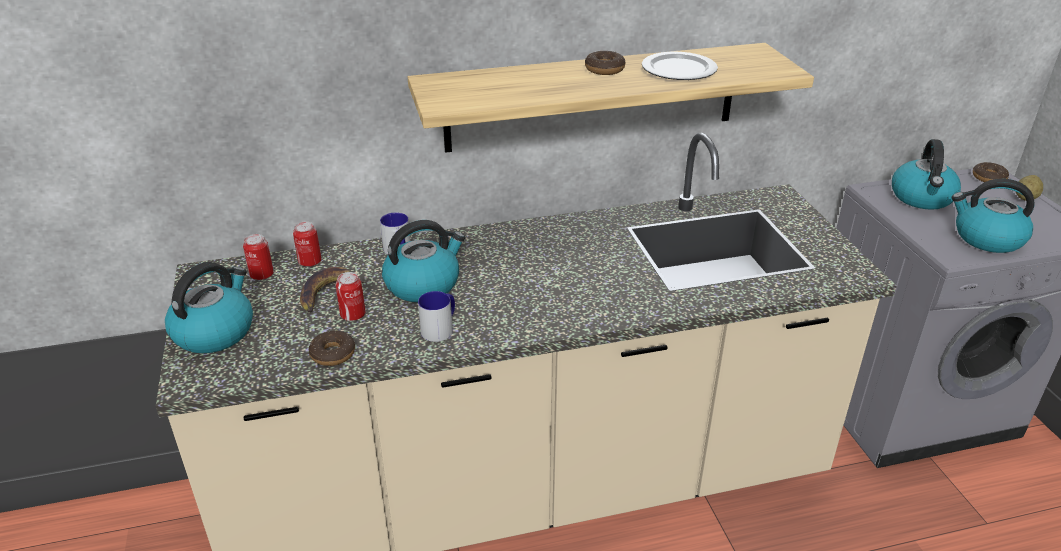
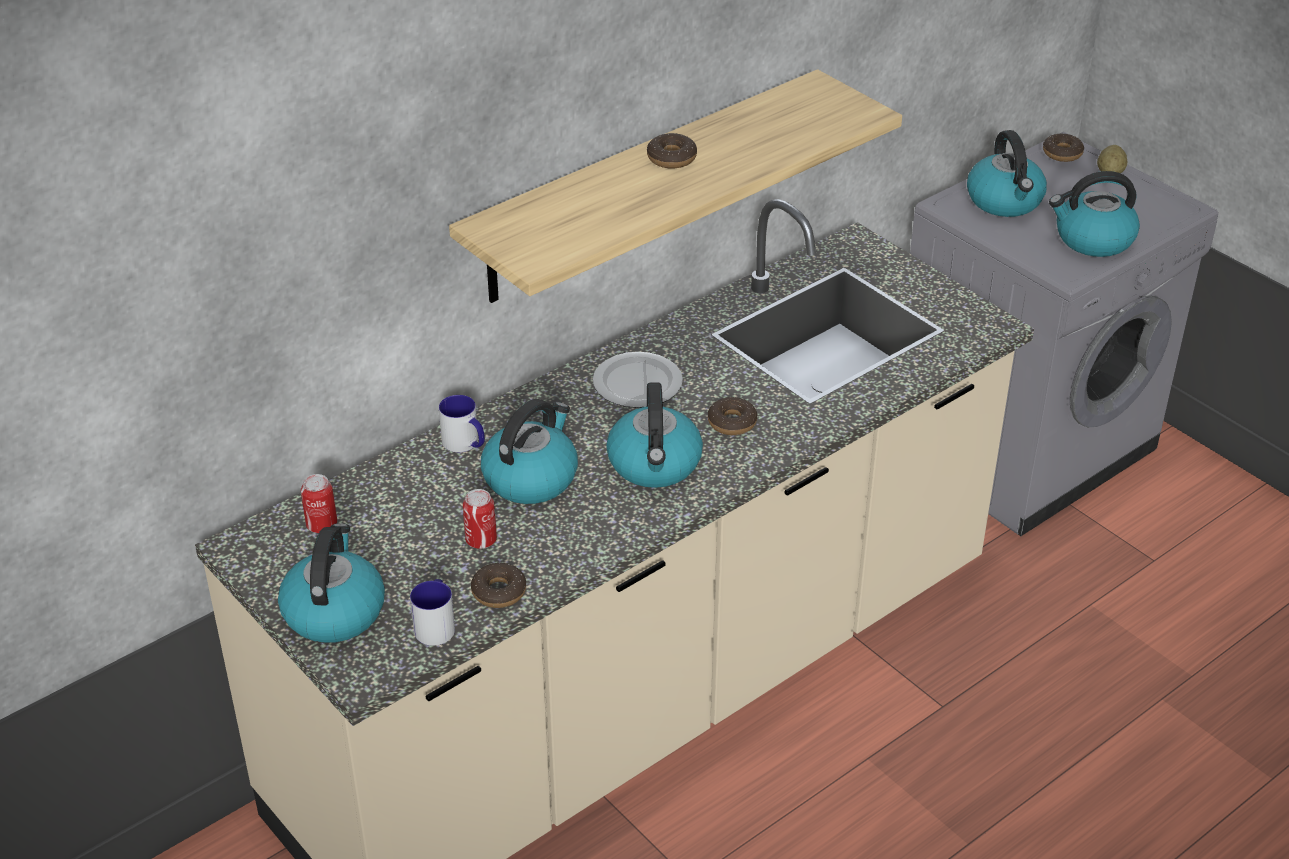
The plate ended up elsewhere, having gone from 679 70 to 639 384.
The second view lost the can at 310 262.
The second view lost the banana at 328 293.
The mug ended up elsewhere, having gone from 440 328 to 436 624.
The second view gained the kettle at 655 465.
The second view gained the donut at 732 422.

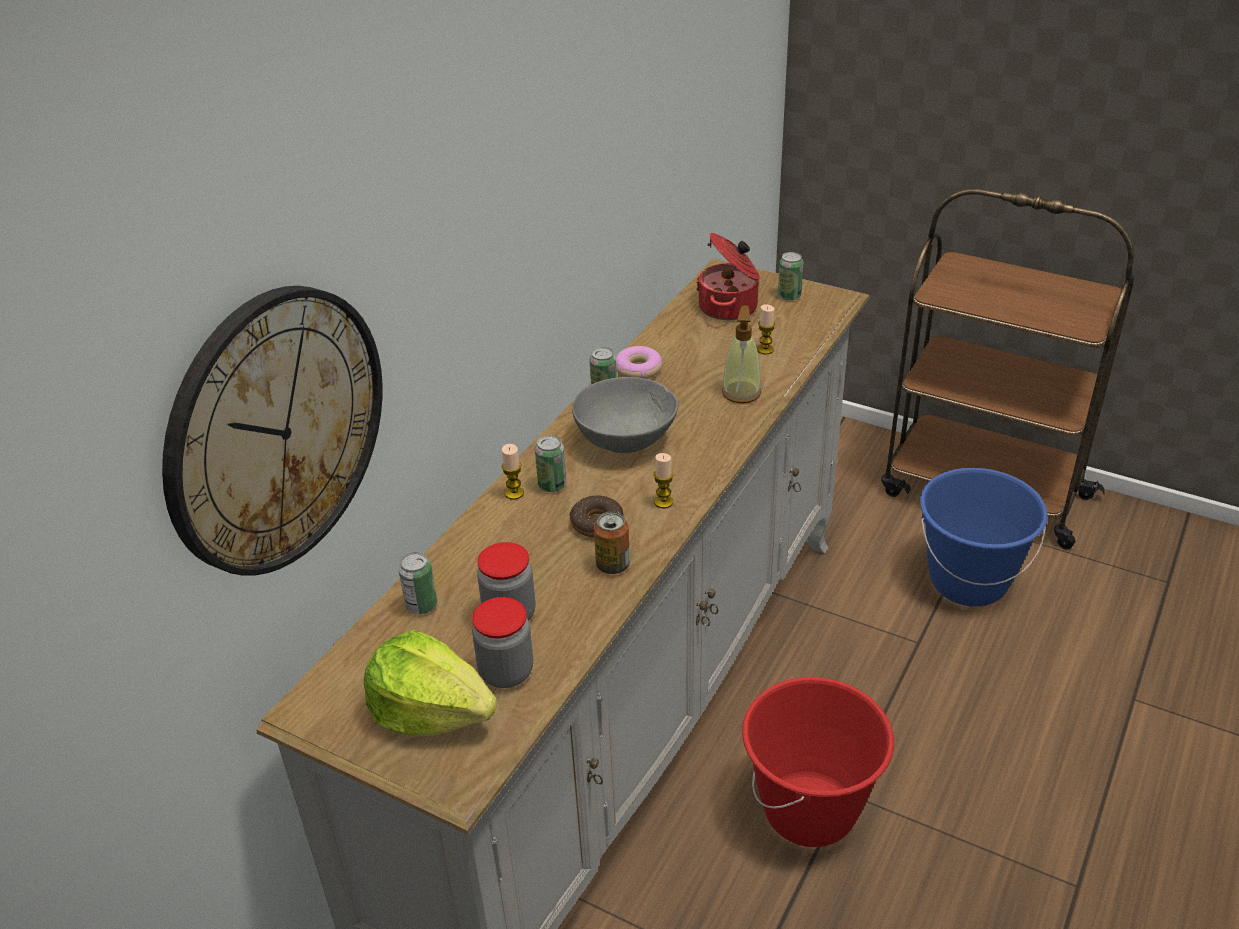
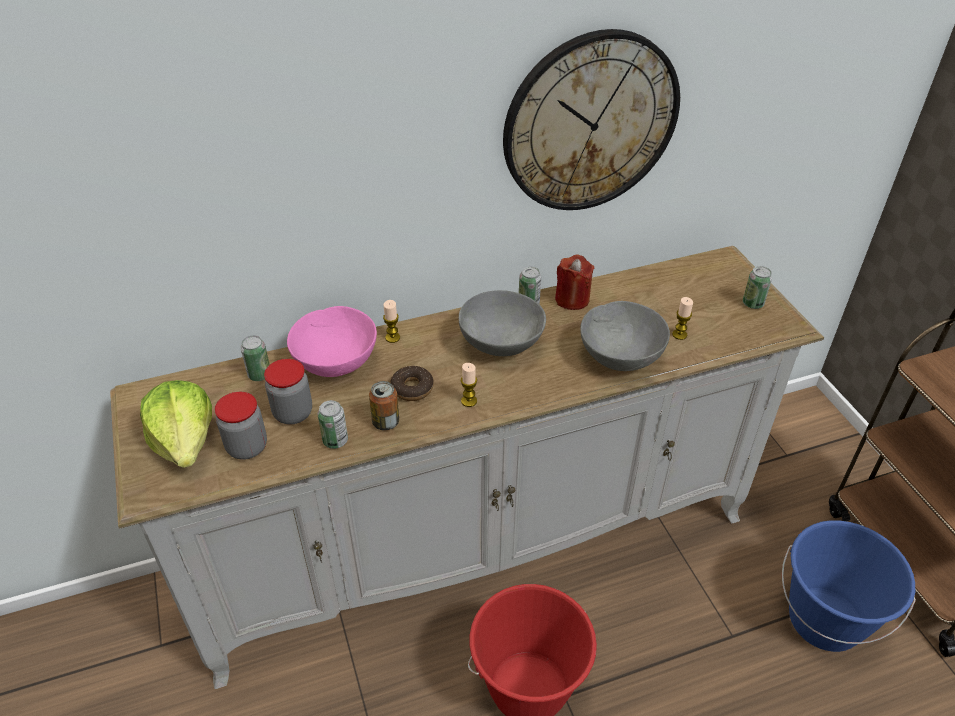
The second view lost the cooking pot at 730 307.
The wall clock ended up elsewhere, having gone from 276 430 to 590 123.
Where the soap dispenser stood at 741 392, the bowl in grey came to stand at 620 356.
Where the donut stood at 638 369, the candle in red came to stand at 572 299.
The can ended up elsewhere, having gone from 552 485 to 335 441.
The second view gained the bowl in pink at 335 362.

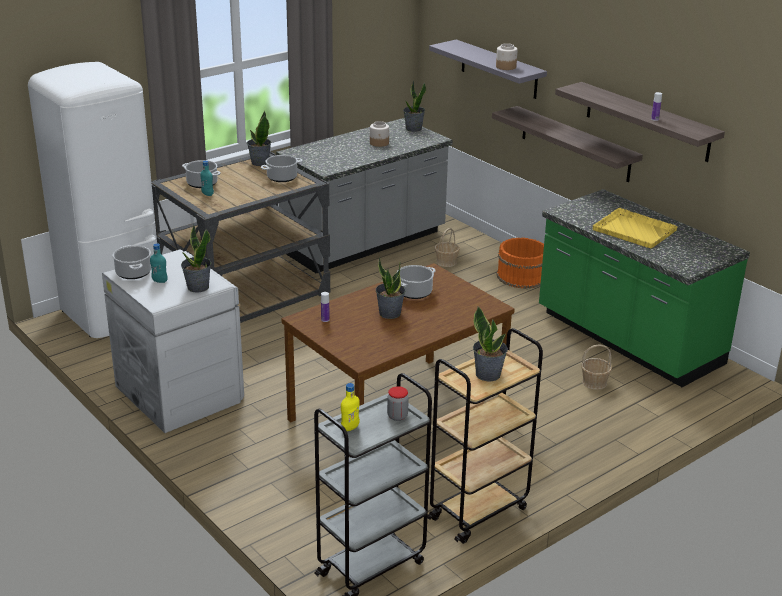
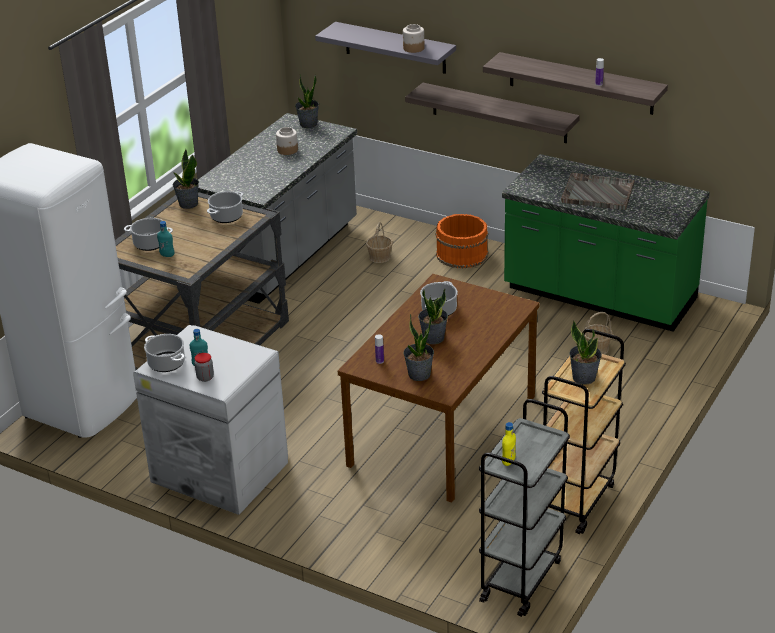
What was the tray in yellow at 633 229 turned into the tray in grey at 597 193.
The potted plant ended up elsewhere, having gone from 198 287 to 419 375.
The jar ended up elsewhere, having gone from 397 416 to 205 377.

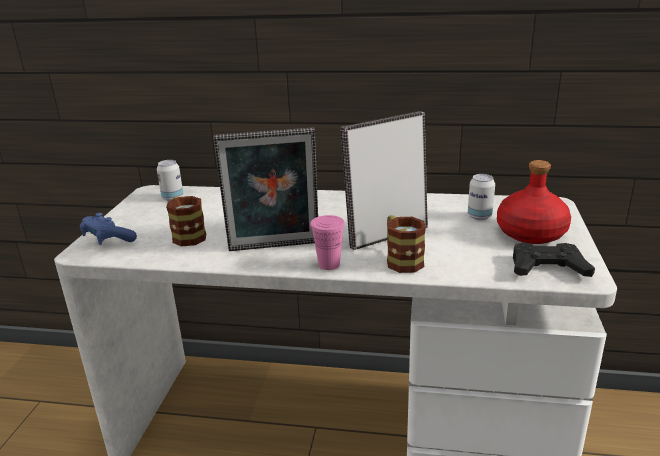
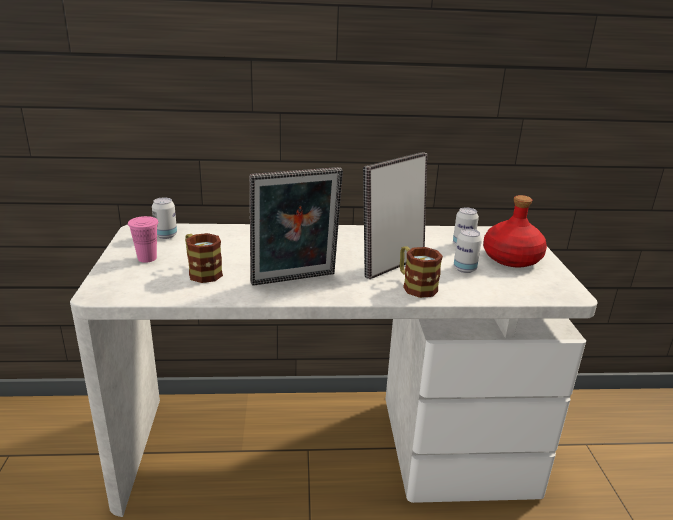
The second view lost the game controller in blue at 108 239.
The cup in pink ended up elsewhere, having gone from 329 264 to 147 258.
The second view lost the game controller in black at 547 268.
The second view gained the can at 464 269.

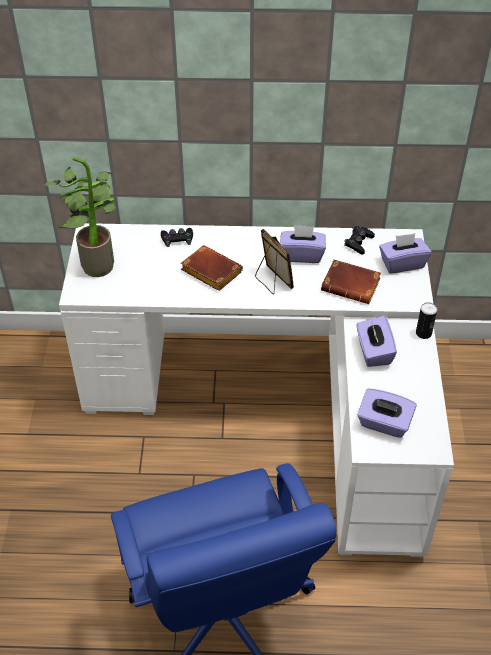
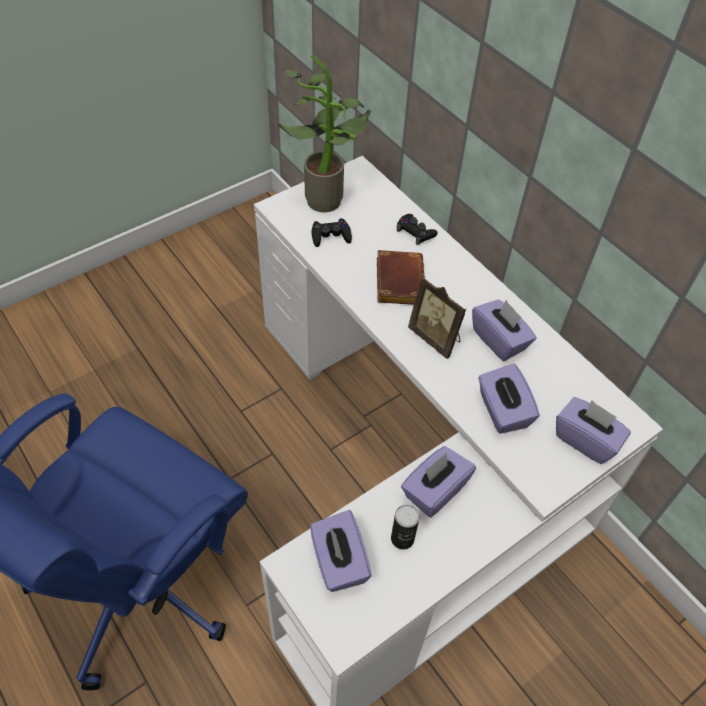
The game controller in black ended up elsewhere, having gone from 358 242 to 330 236.
The picture frame at 272 281 ended up facing another way, 120 degrees clockwise from before.
Where the book in brown stood at 352 285, the tissue box in purple came to stand at 502 411.
The can ended up elsewhere, having gone from 423 333 to 402 538.

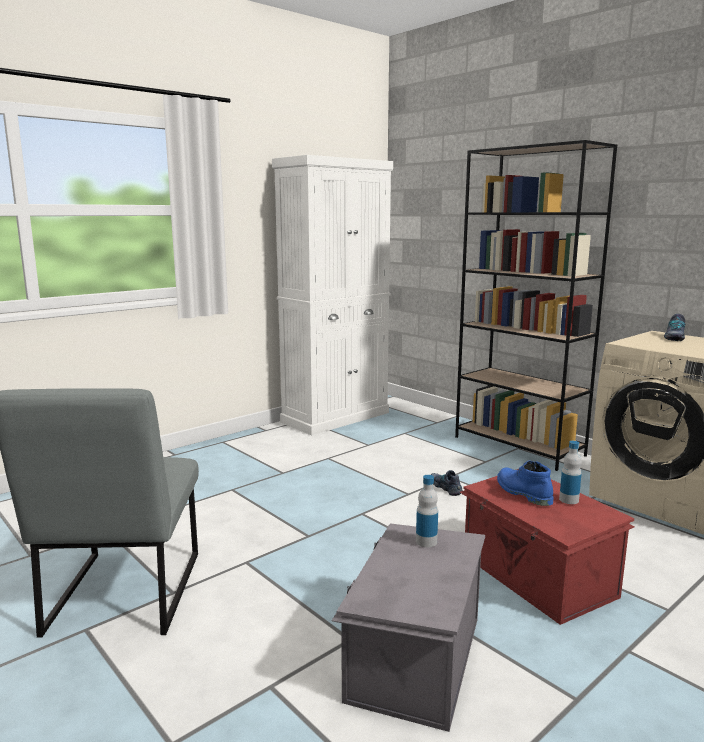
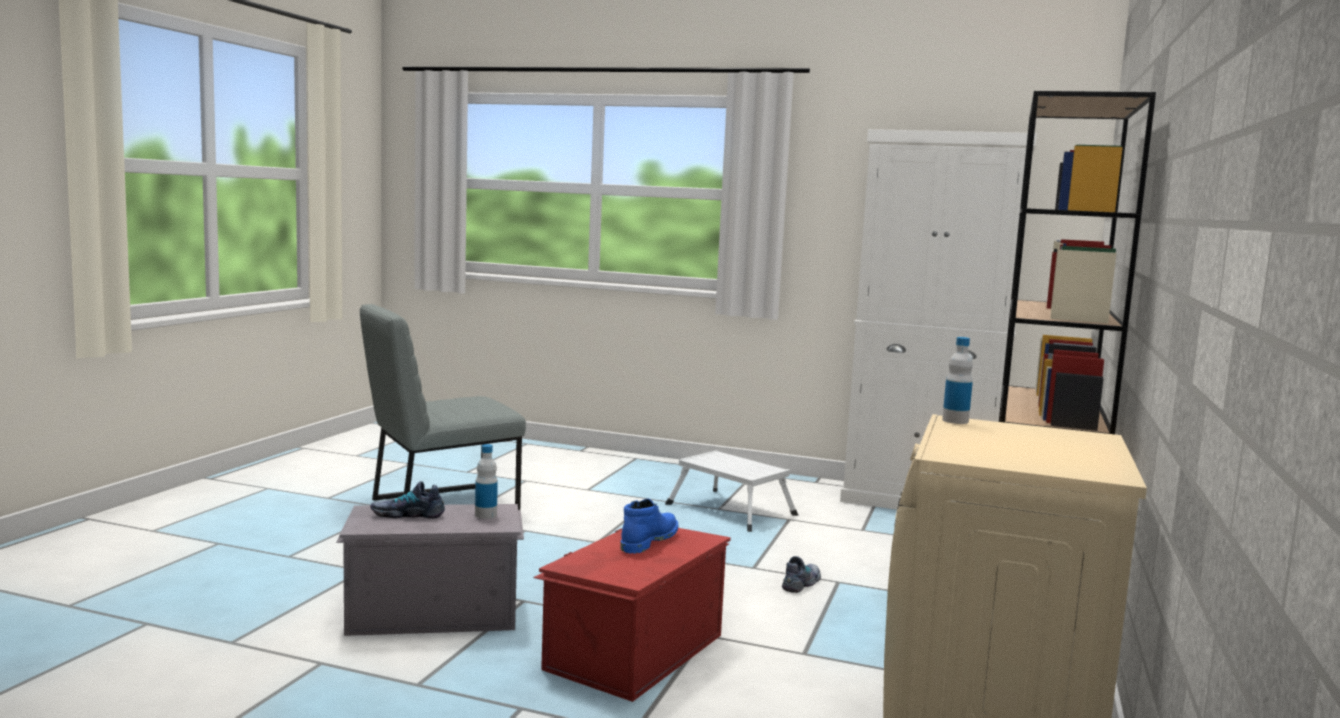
The shoe ended up elsewhere, having gone from 673 337 to 408 514.
The bottle ended up elsewhere, having gone from 569 500 to 955 421.
The second view gained the step ladder in white at 731 509.

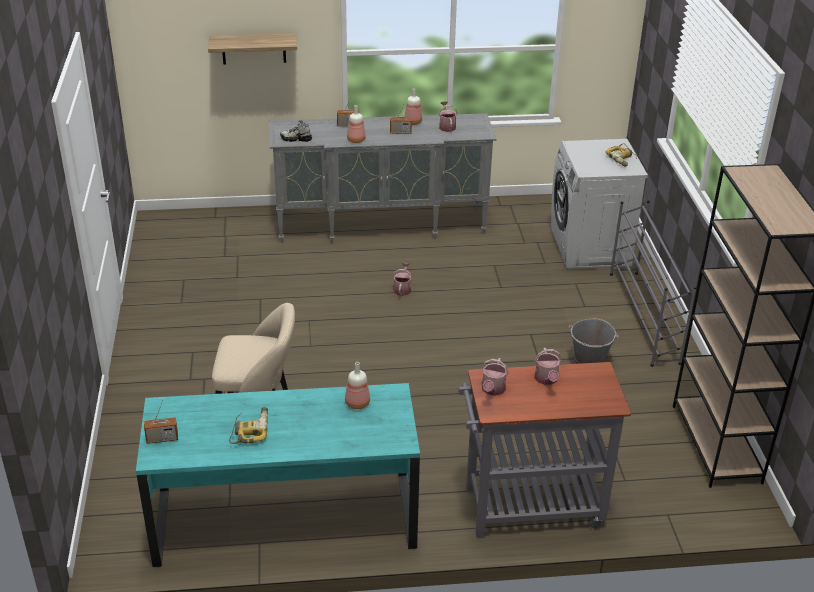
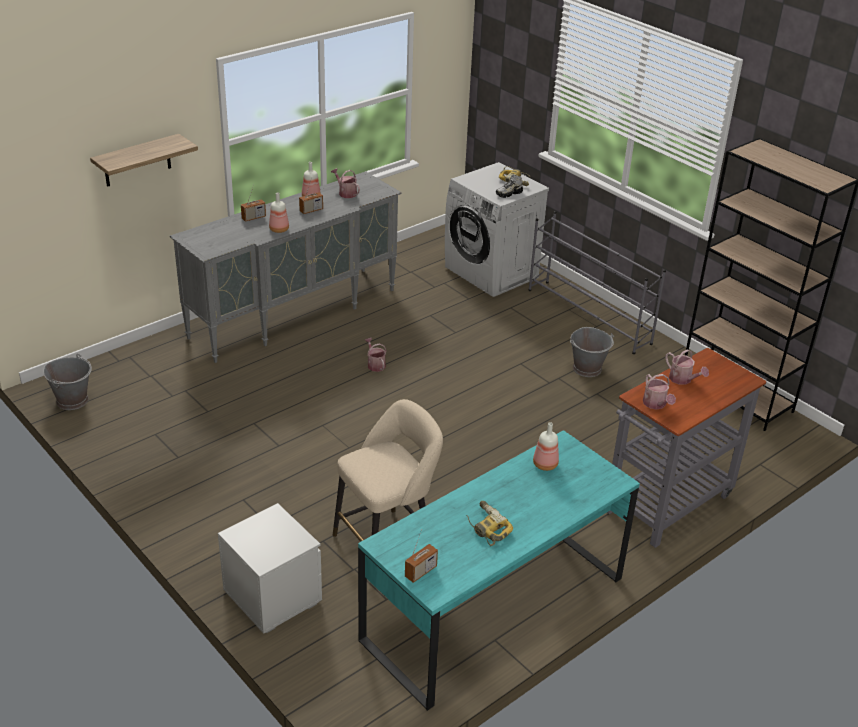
The shoe ended up elsewhere, having gone from 296 139 to 509 193.
The second view gained the bucket in grey at 73 400.
The second view gained the nightstand in white at 271 597.

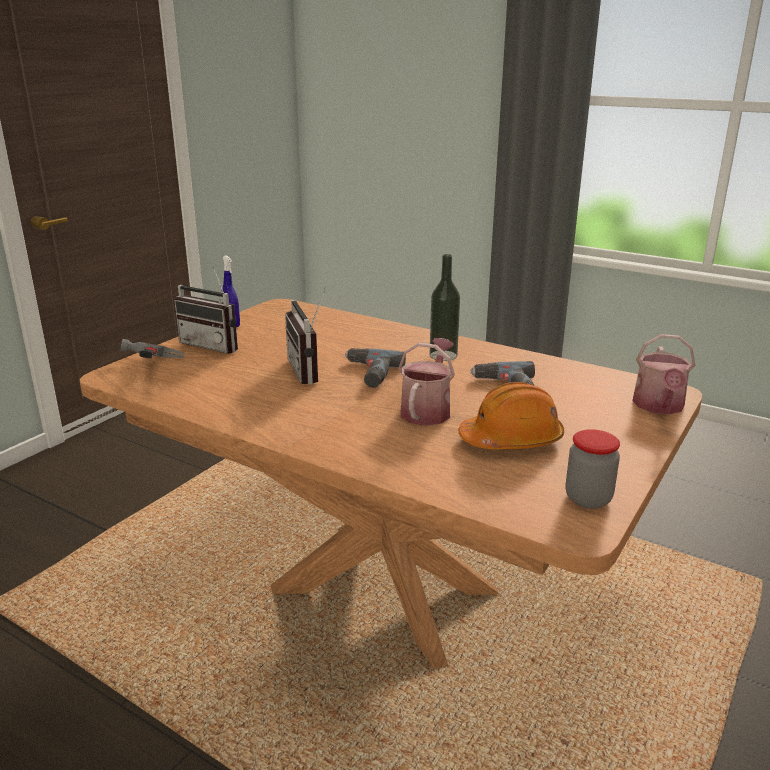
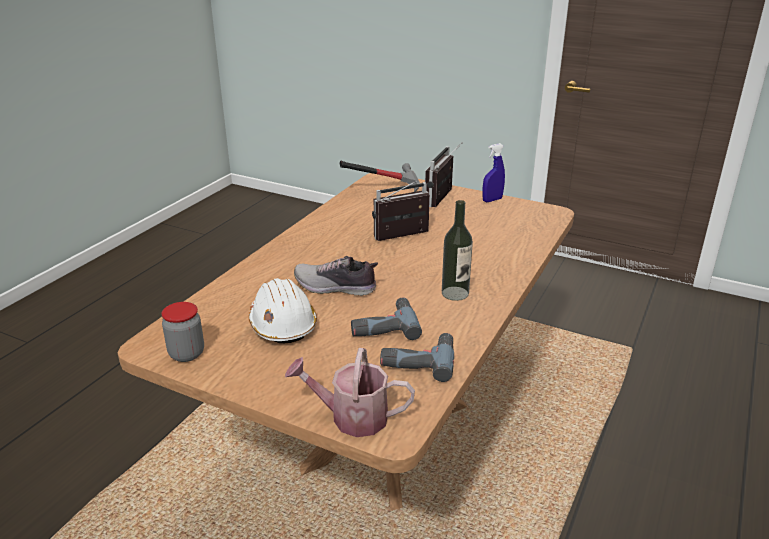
Where the watering can stood at 427 410, the shoe came to stand at 335 287.
The power drill ended up elsewhere, having gone from 368 374 to 418 359.
What was the hard hat in orange at 511 439 turned into the hard hat in white at 282 324.

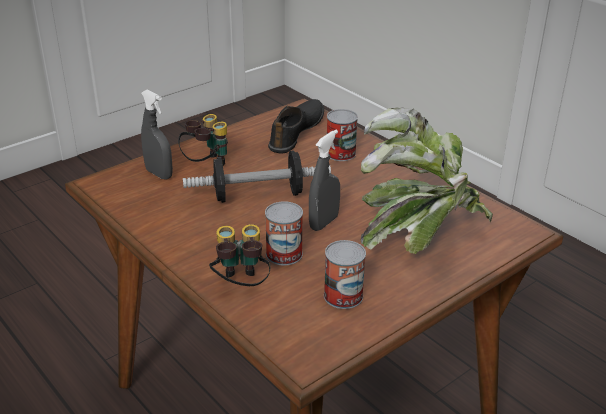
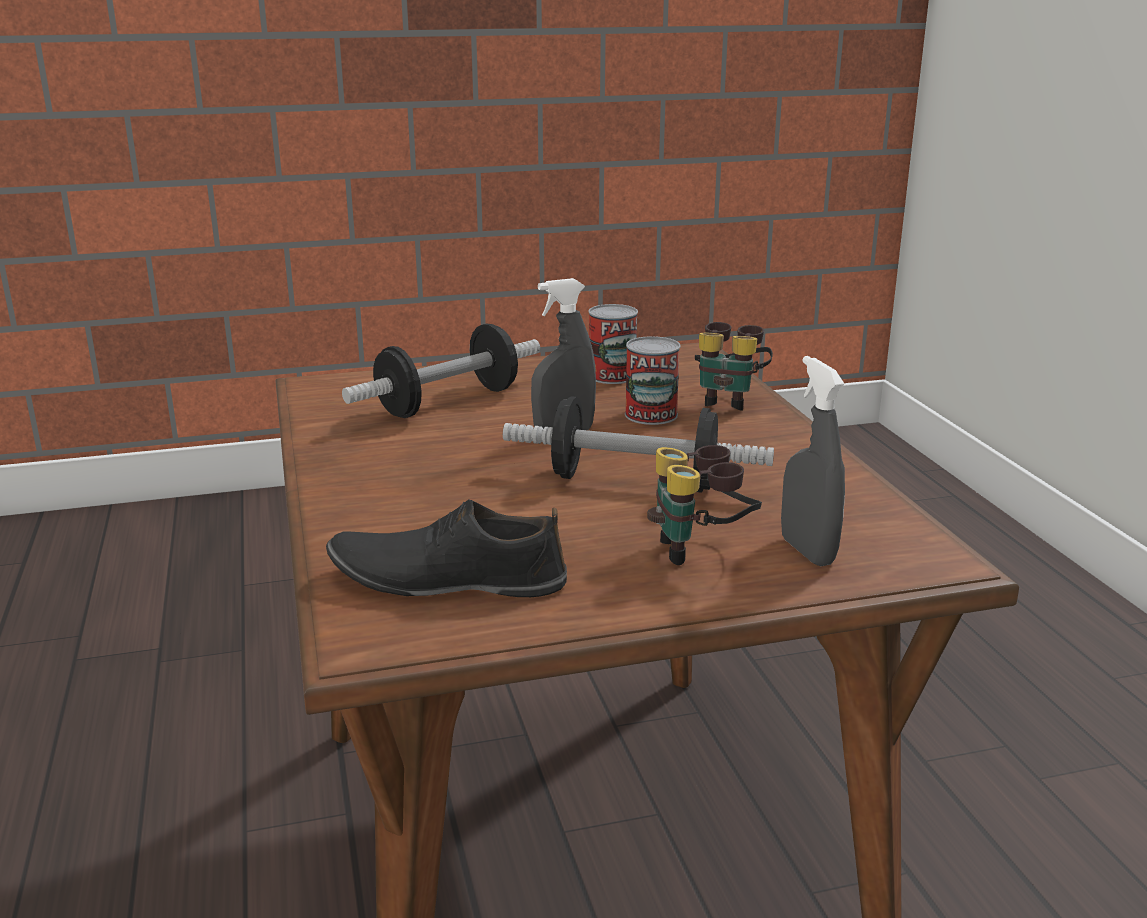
The shoe in black at 297 132 ended up facing another way, 45 degrees clockwise from before.
Where the potted plant stood at 419 233, the dumbbell came to stand at 448 402.
The second view lost the can at 340 153.

